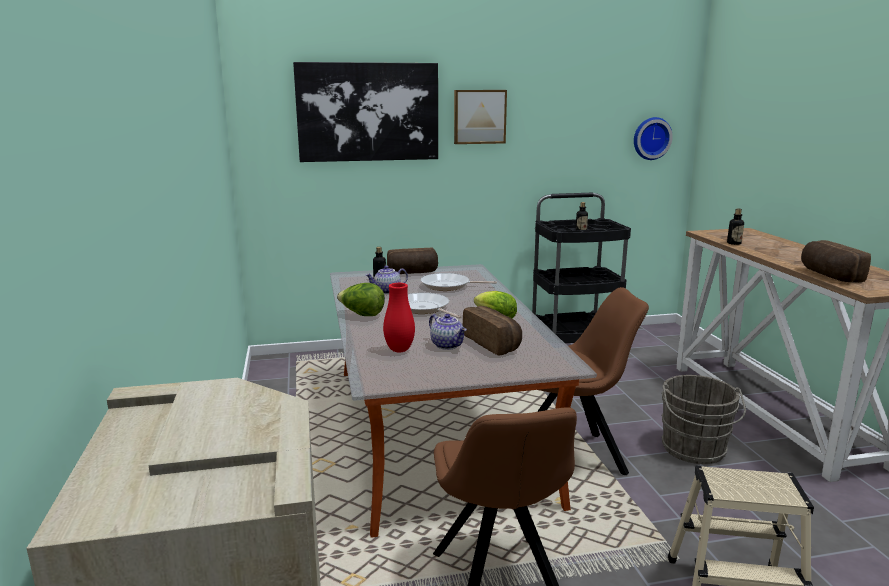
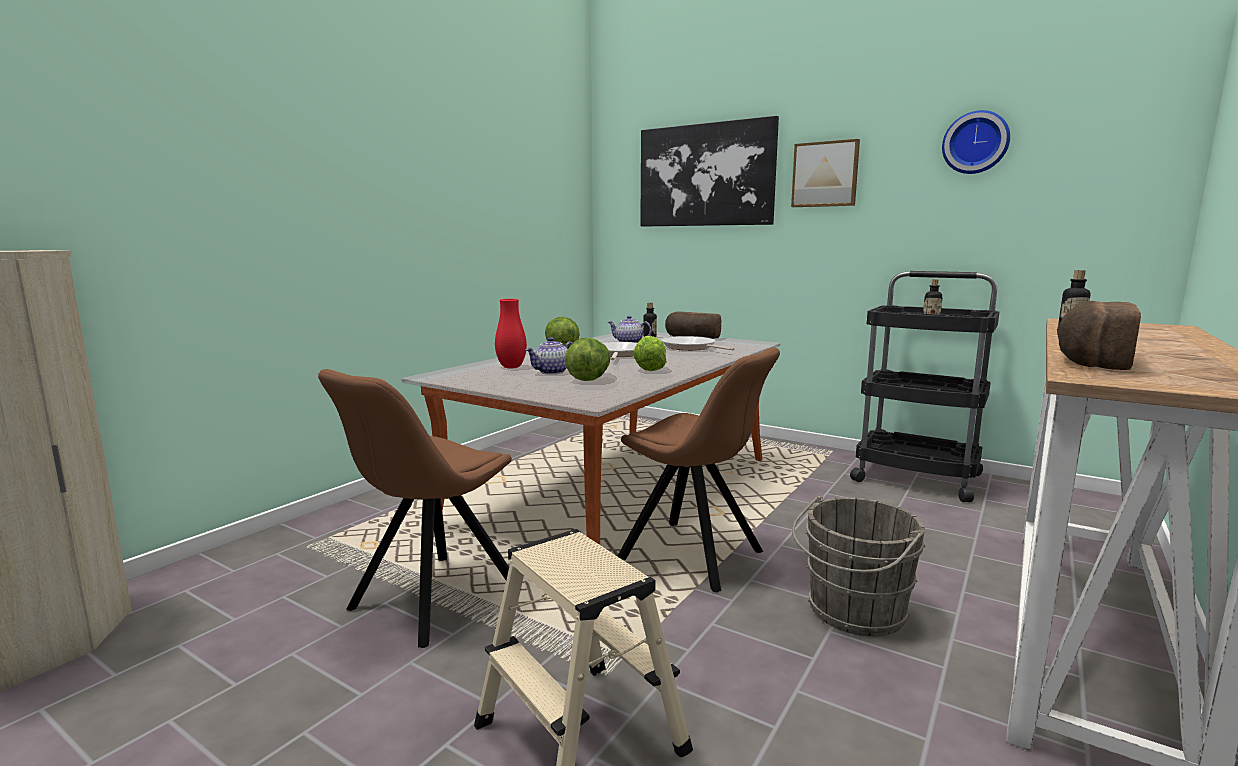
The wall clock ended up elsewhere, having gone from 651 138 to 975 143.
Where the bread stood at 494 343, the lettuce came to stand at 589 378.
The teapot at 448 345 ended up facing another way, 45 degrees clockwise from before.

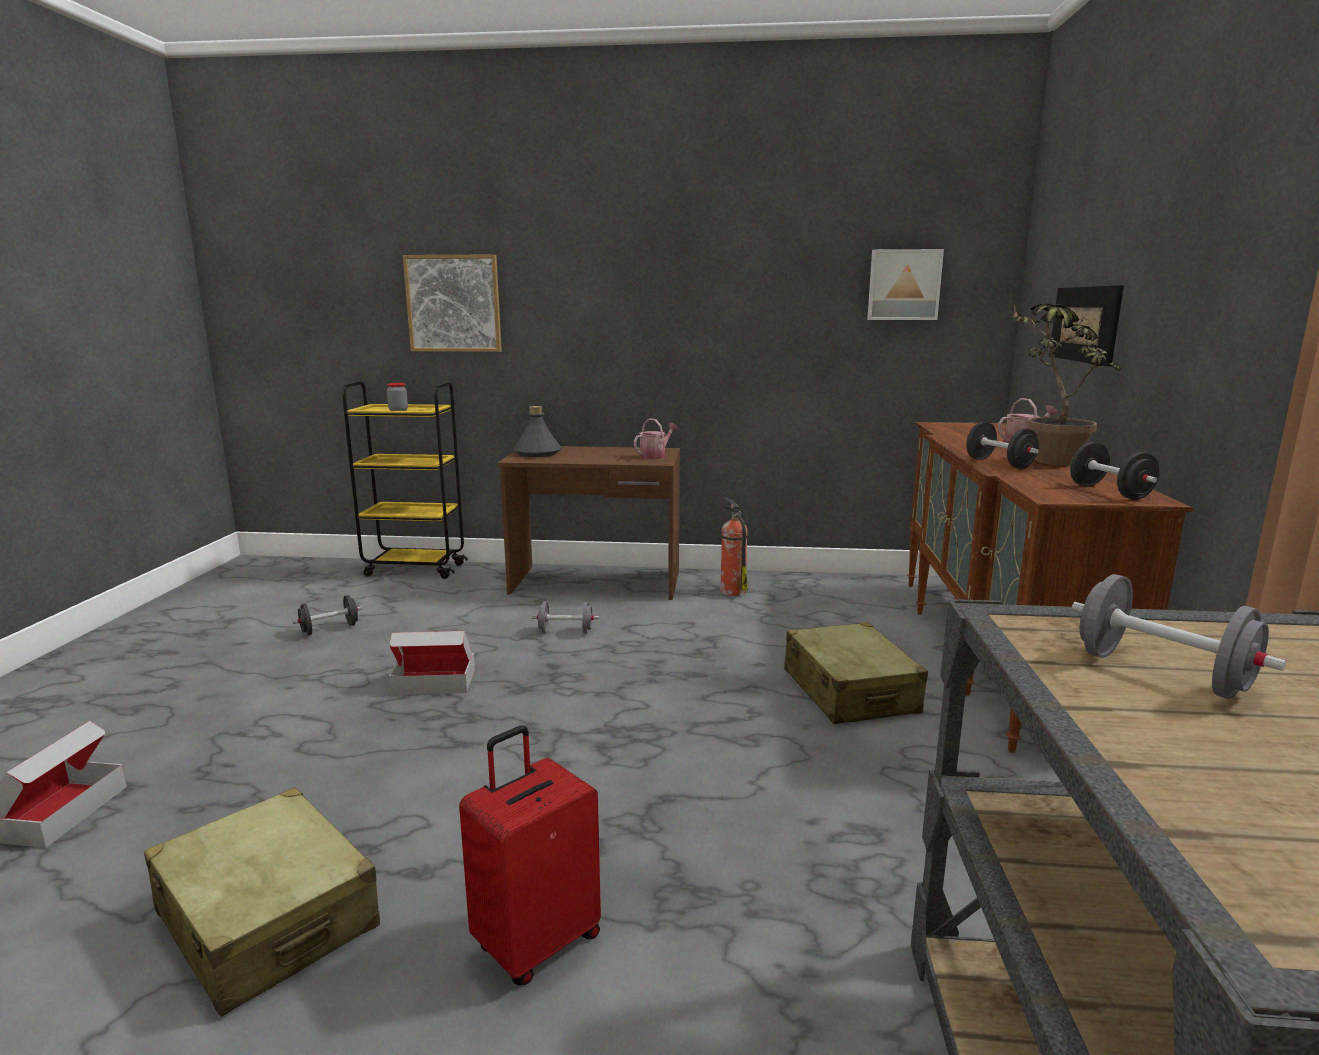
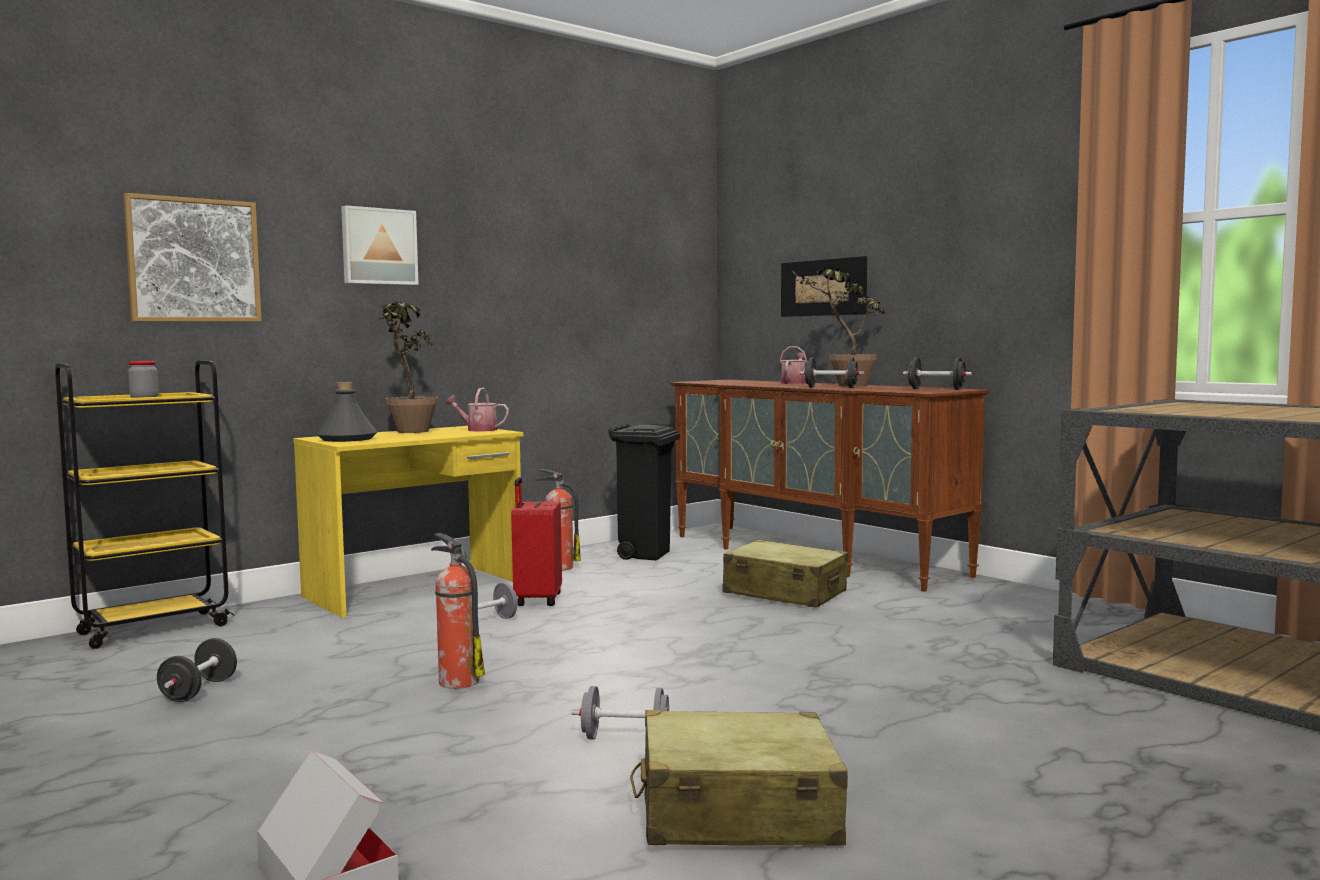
The picture ended up elsewhere, having gone from 903 285 to 378 246.
The watering can at 655 456 ended up facing another way, 75 degrees counterclockwise from before.
What was the desk in brown at 596 583 turned into the desk in yellow at 416 590.
The dumbbell in grey ended up elsewhere, having gone from 1161 673 to 626 738.
Where the cardboard box stood at 434 682, the fire extinguisher came to stand at 457 681.
The suitcase in red ended up elsewhere, having gone from 536 941 to 536 600.
The second view gained the potted plant at 408 432.
The second view gained the trash can in black at 645 555.

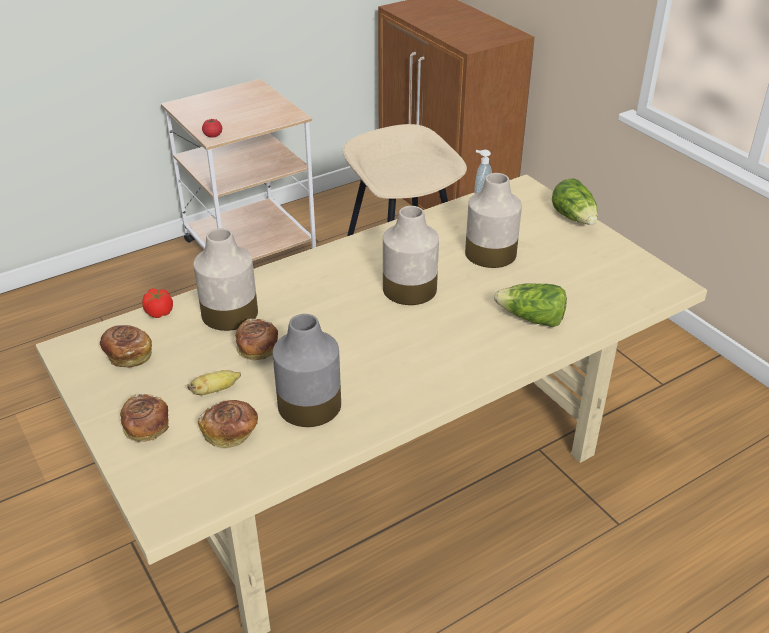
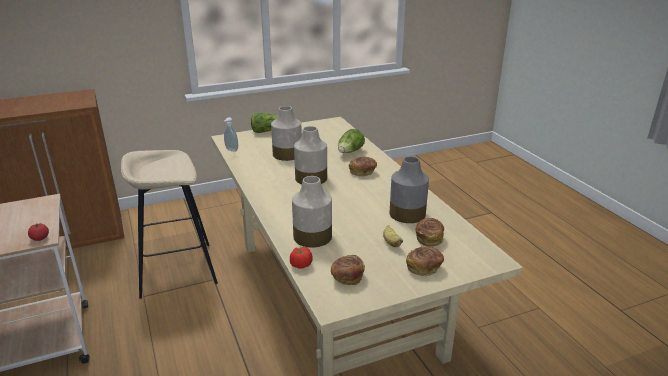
The bread ended up elsewhere, having gone from 257 350 to 363 172.

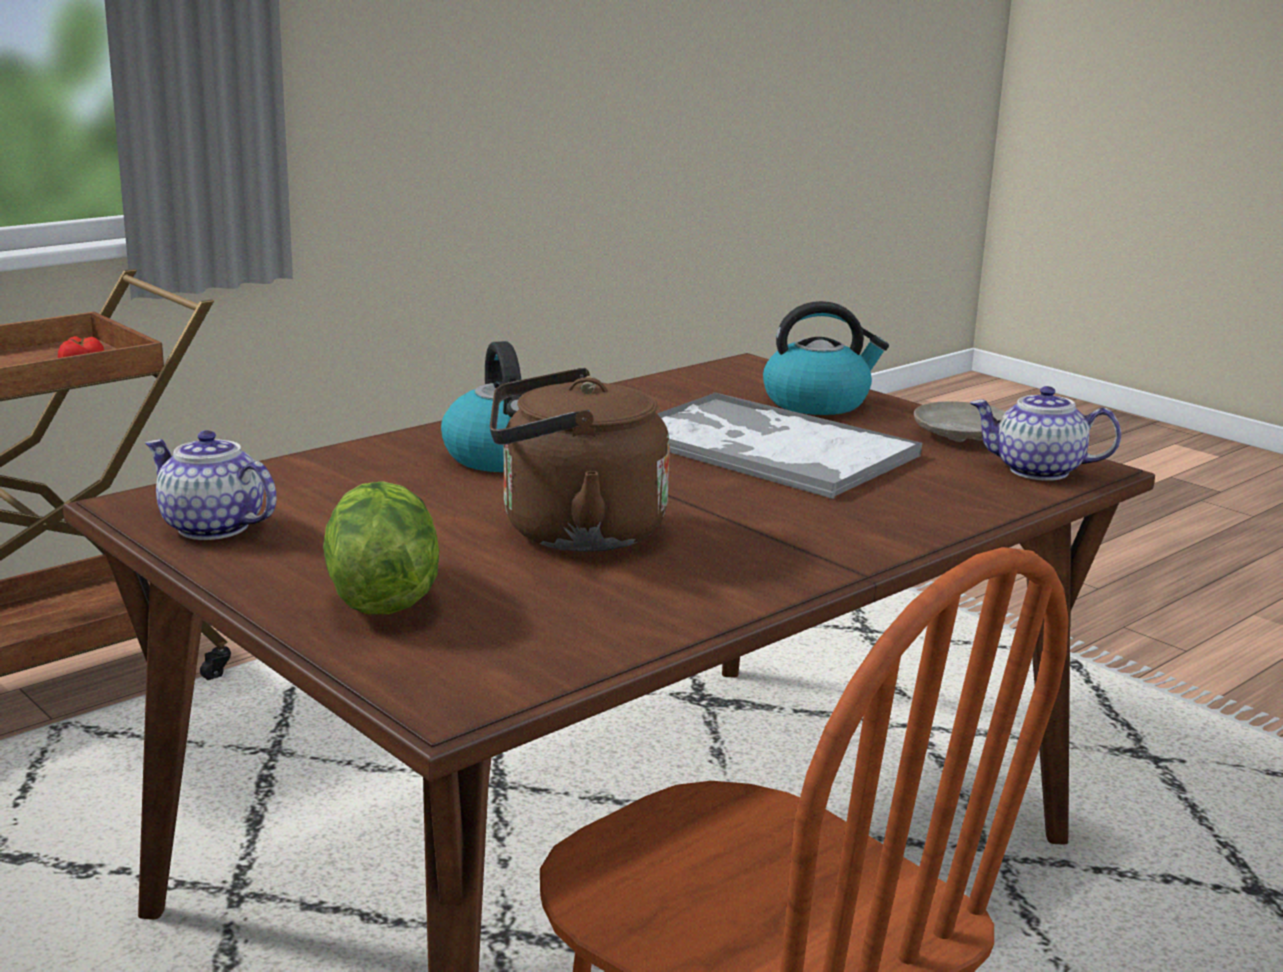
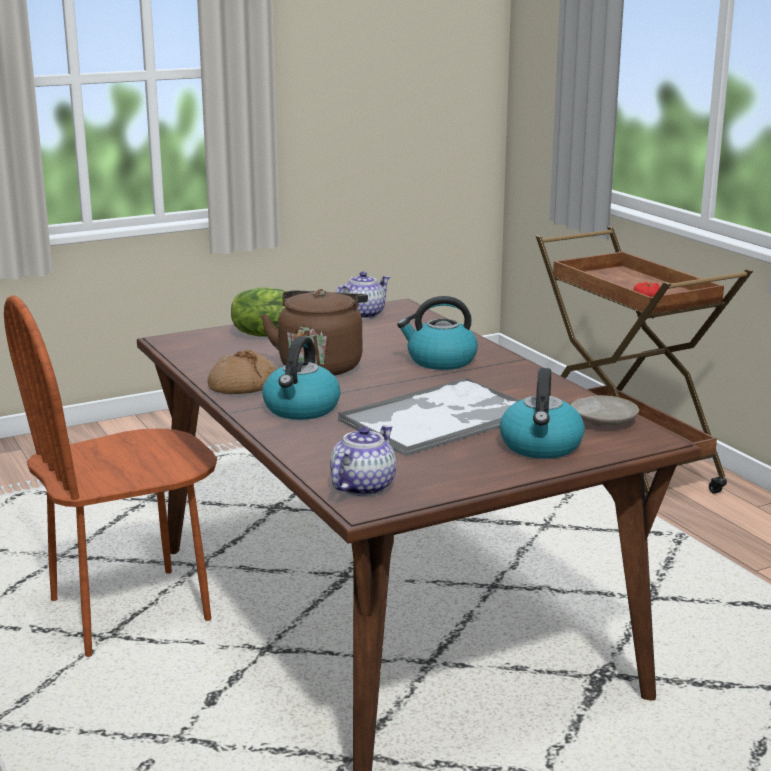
The plate in beige ended up elsewhere, having gone from 959 435 to 603 420.
The second view gained the kettle at 301 409.
The second view gained the bread at 244 386.

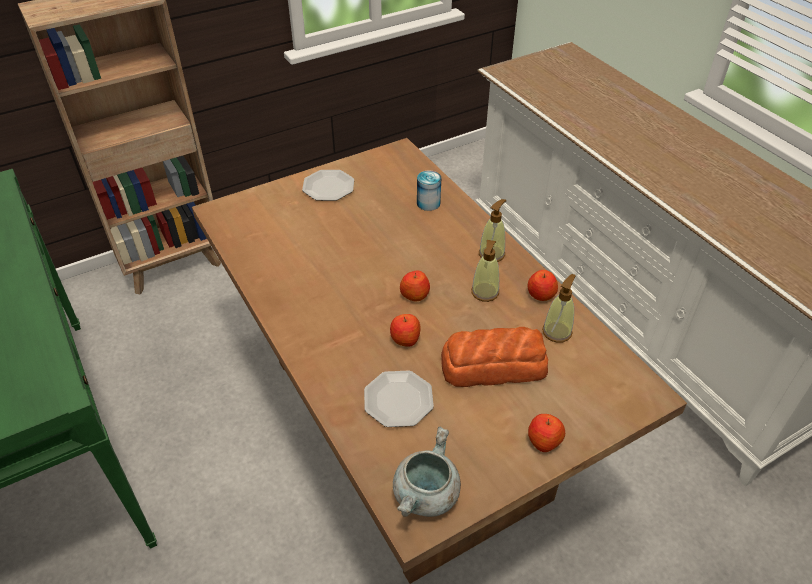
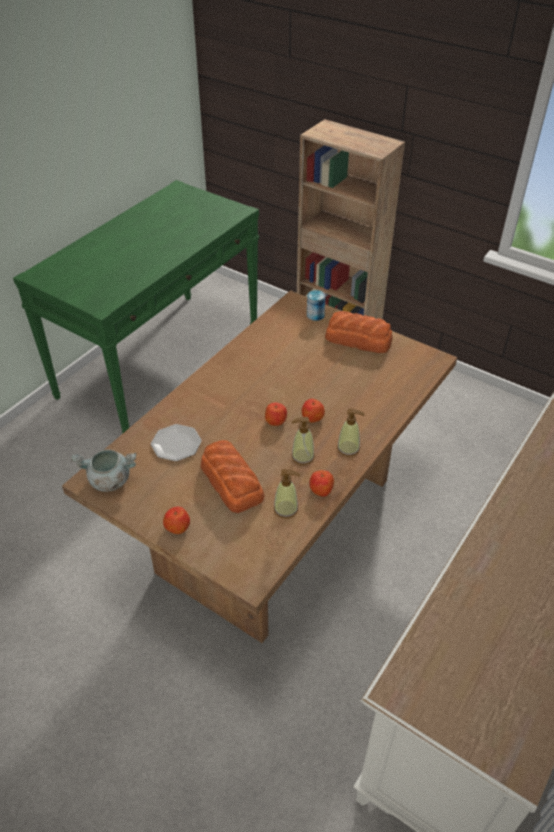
Where the plate stood at 329 187, the bread came to stand at 359 339.
The can ended up elsewhere, having gone from 428 203 to 315 315.
The apple ended up elsewhere, having gone from 405 338 to 312 417.

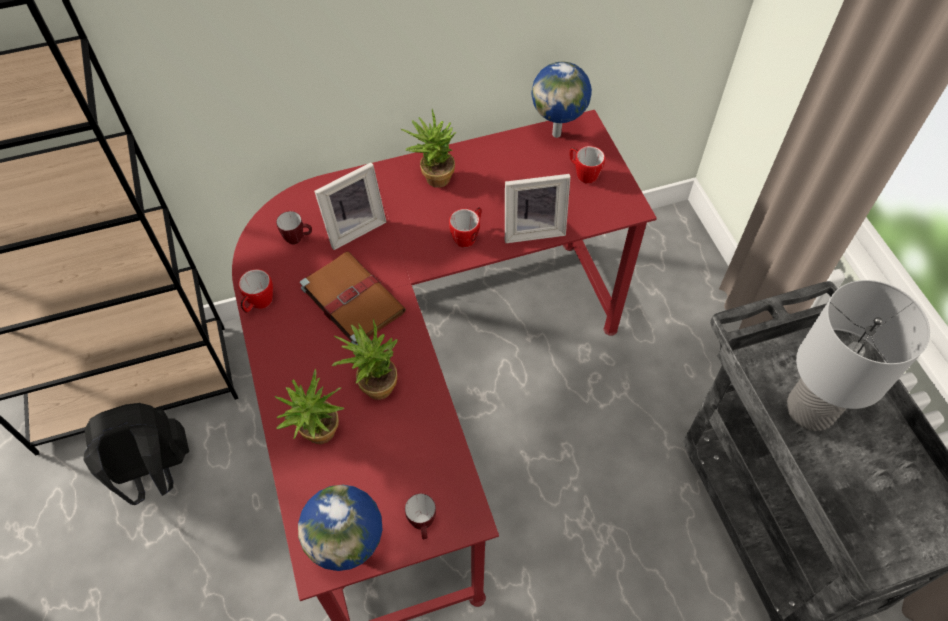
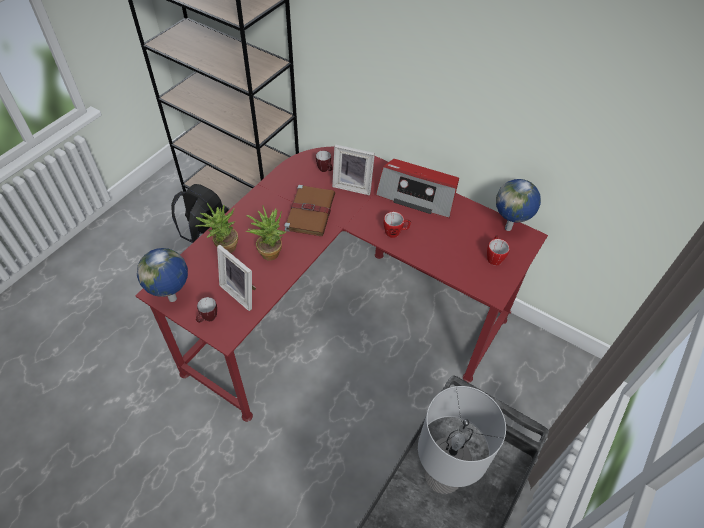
Where the potted plant stood at 433 177, the radio came to stand at 417 195.
The picture frame ended up elsewhere, having gone from 532 229 to 242 292.
The second view lost the mug at 258 303.

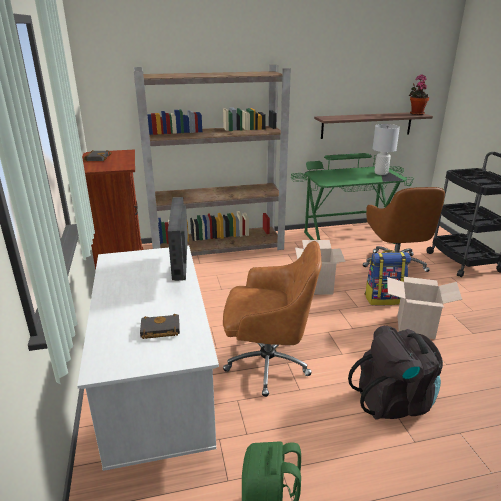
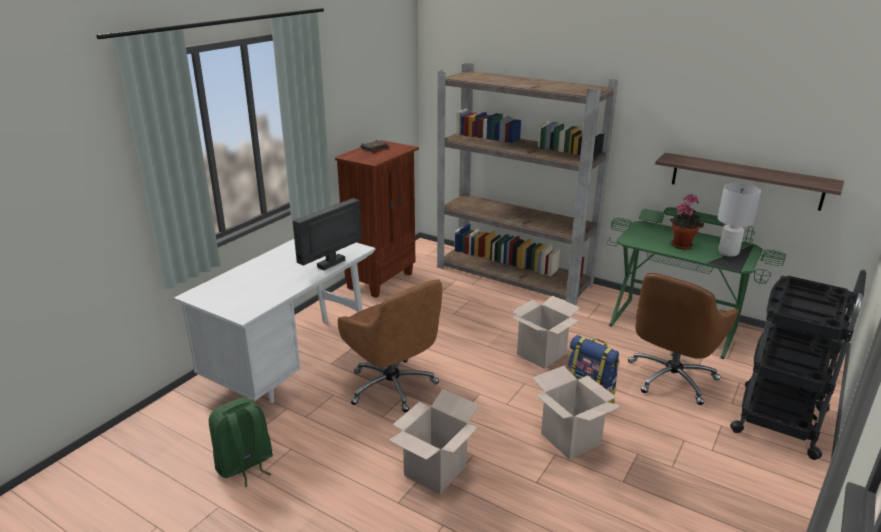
The potted plant ended up elsewhere, having gone from 416 113 to 682 244.
The second view lost the book in black at 159 330.
Where the backpack in black stood at 394 401, the cardboard box came to stand at 435 471.

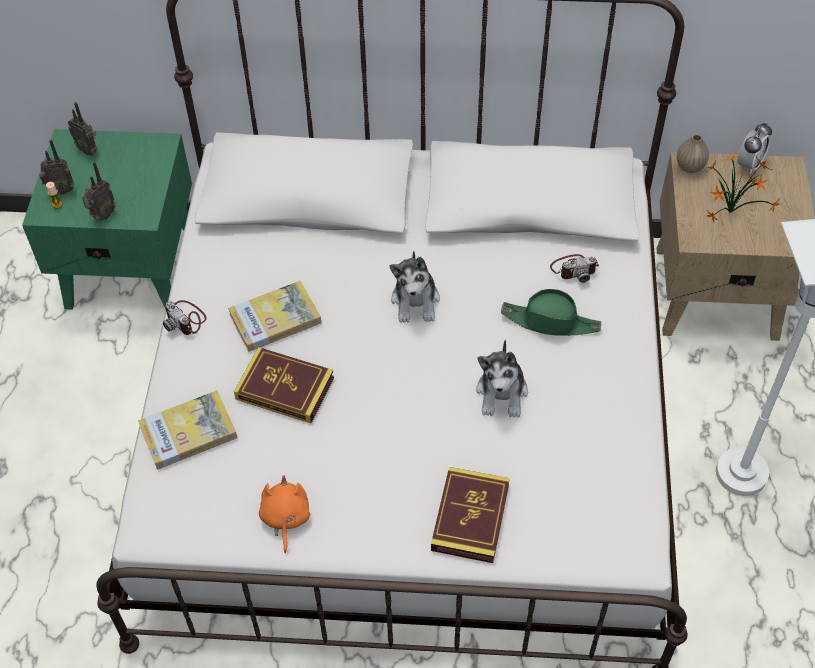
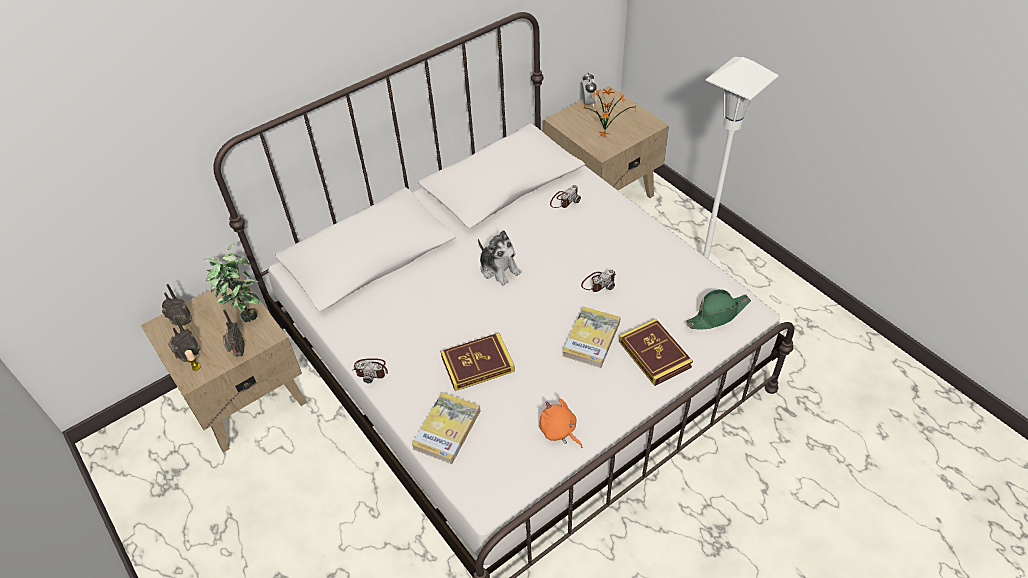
What was the nightstand in green at 132 268 turned into the nightstand in beige at 247 396.
The second view lost the vase at 690 167.
The book ended up elsewhere, having gone from 275 319 to 591 339.
The hat in green ended up elsewhere, having gone from 550 322 to 717 314.
Where the plush toy stood at 502 392, the photo camera came to stand at 598 283.
The second view gained the potted plant at 245 313.

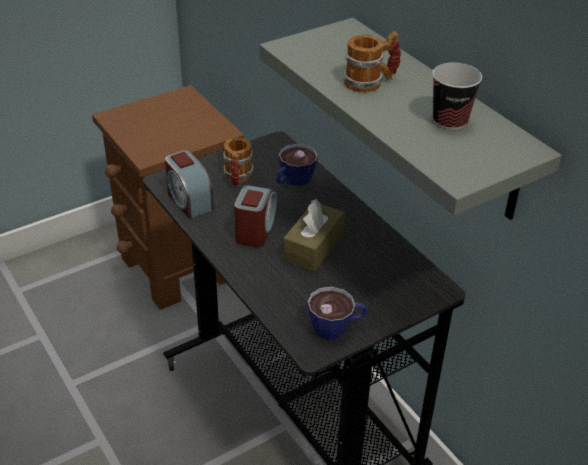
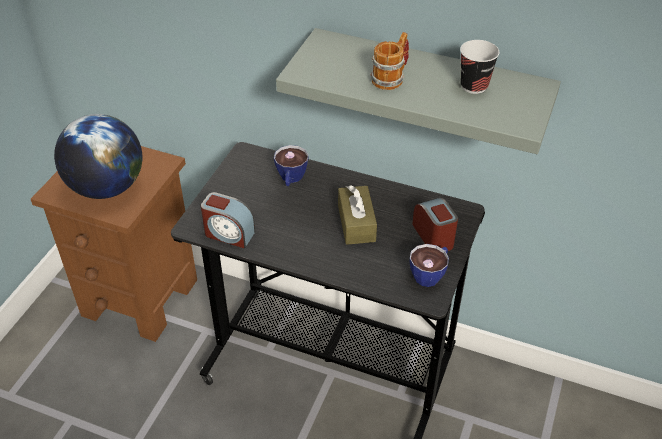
The second view lost the mug at 237 178.
The alarm clock ended up elsewhere, having gone from 255 229 to 434 236.
The second view gained the globe at 107 188.

